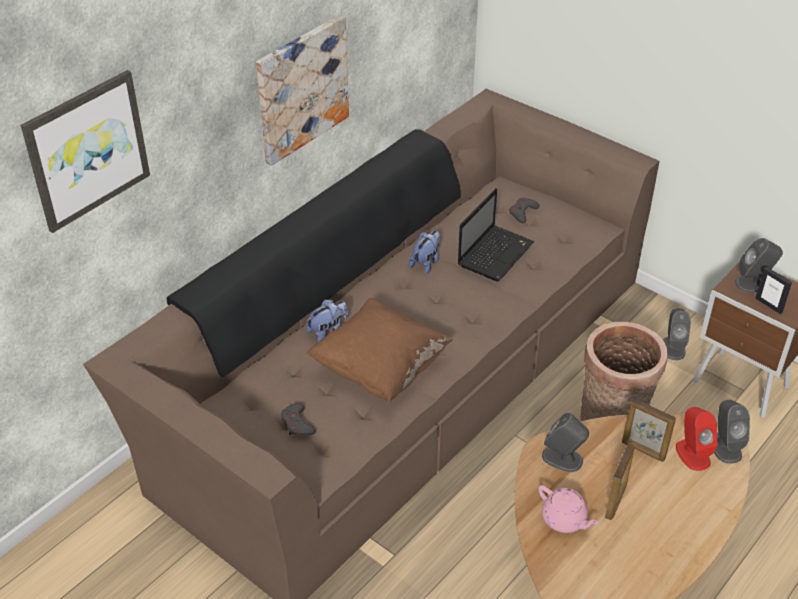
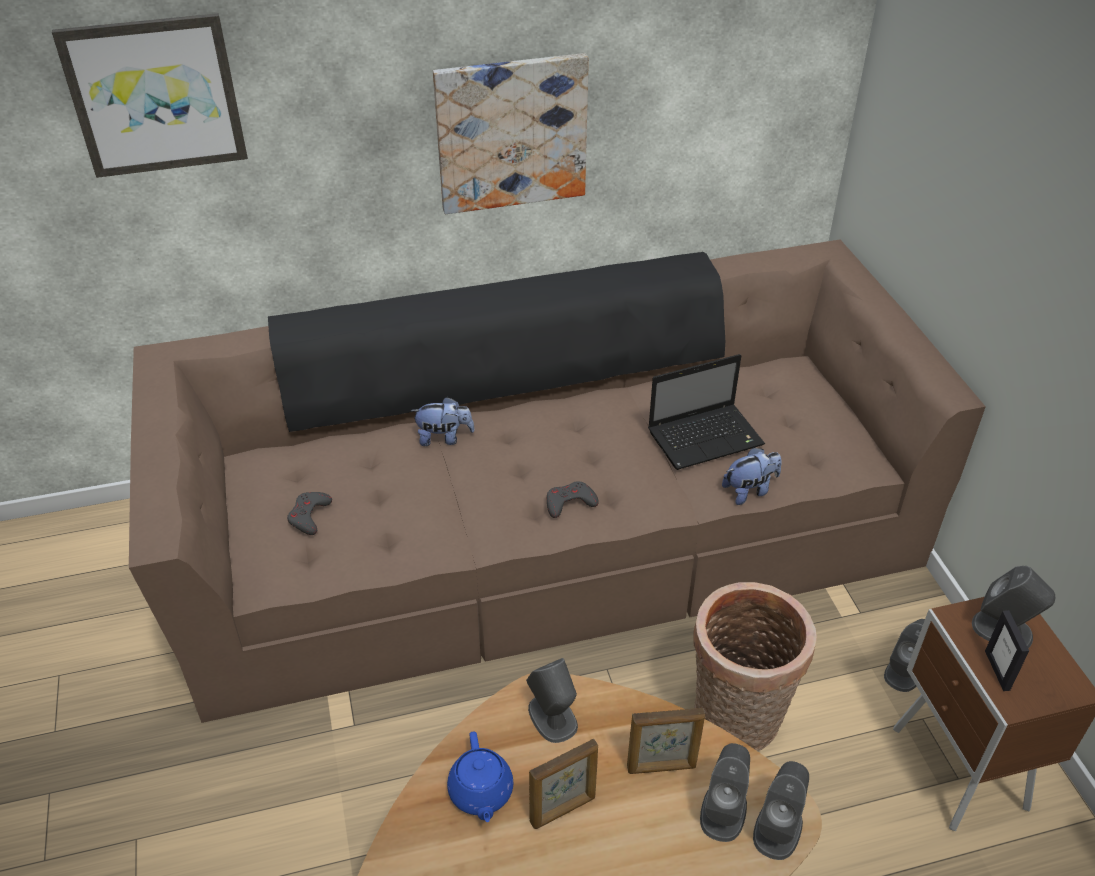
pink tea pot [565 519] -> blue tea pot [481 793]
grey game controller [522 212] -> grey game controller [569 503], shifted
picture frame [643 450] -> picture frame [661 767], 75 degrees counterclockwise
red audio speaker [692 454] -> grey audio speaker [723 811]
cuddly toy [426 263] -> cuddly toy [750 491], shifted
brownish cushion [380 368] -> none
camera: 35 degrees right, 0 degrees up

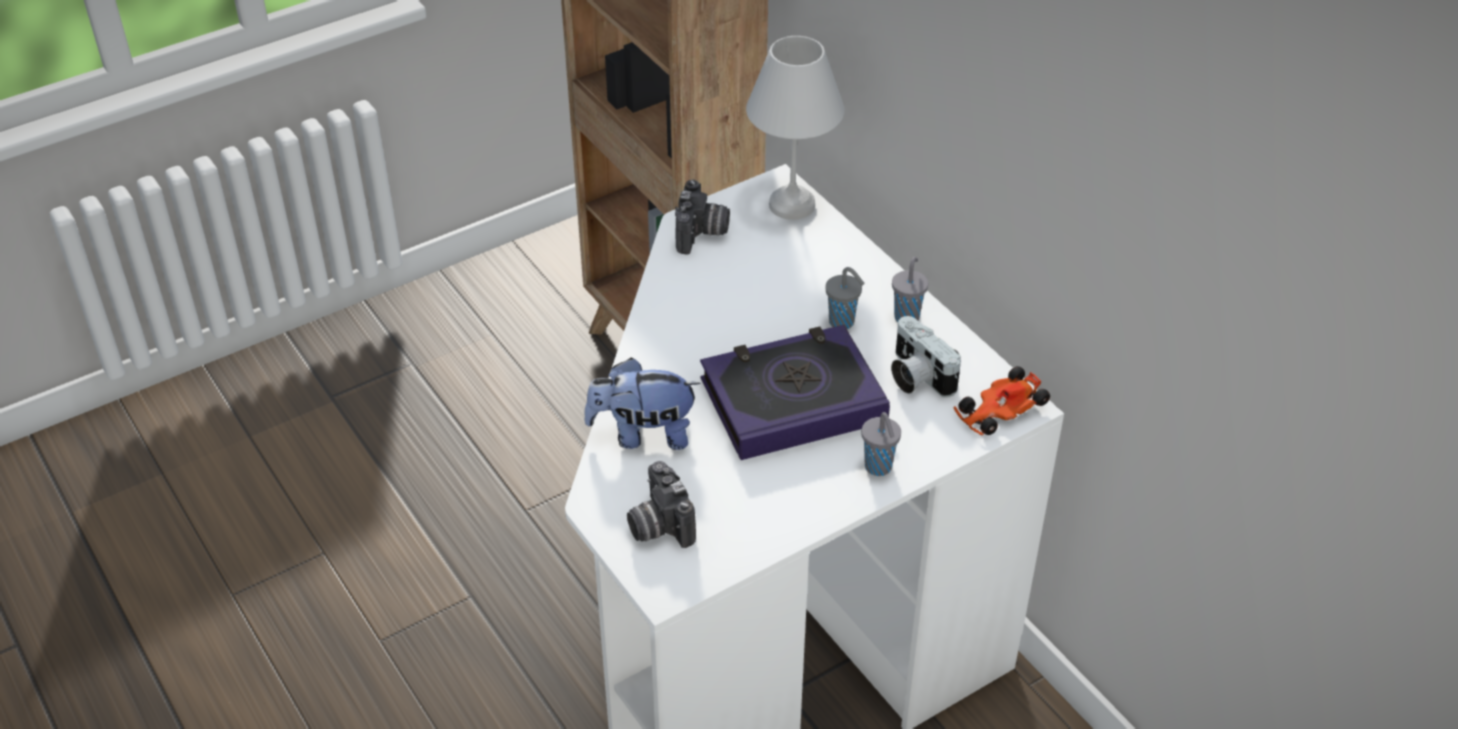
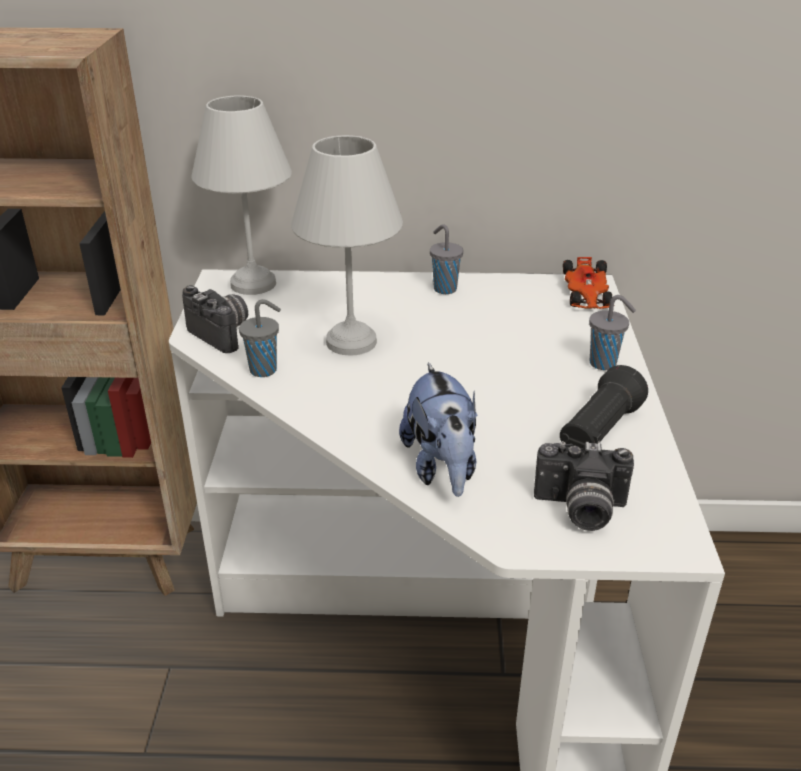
grey cup [843 323] -> grey cup [265 370], shifted
none -> white table lamp [351 340]
cuddly toy [643 434] -> cuddly toy [441 467], 45 degrees counterclockwise
none -> blackish hand torch [598 432]
volume [792 400] -> none
still camera [916 376] -> none
camera: 55 degrees left, 10 degrees down

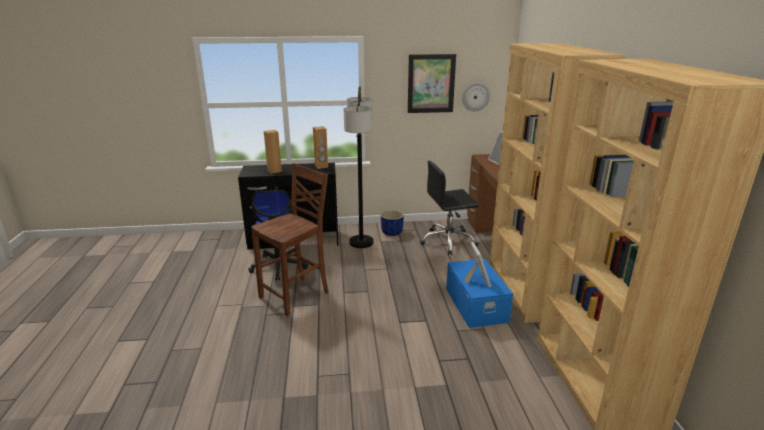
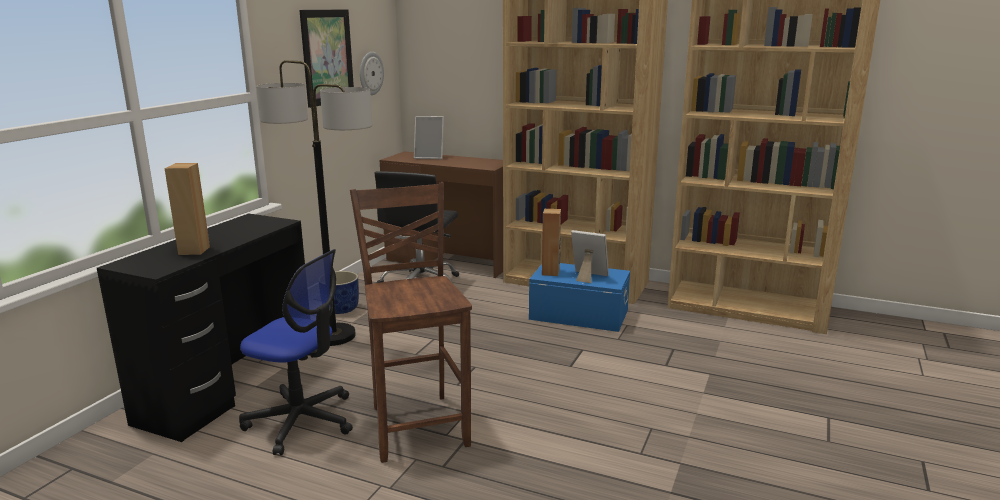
brownish audio speaker [321 166] -> brownish audio speaker [551 272], shifted
camera: 60 degrees left, 5 degrees down

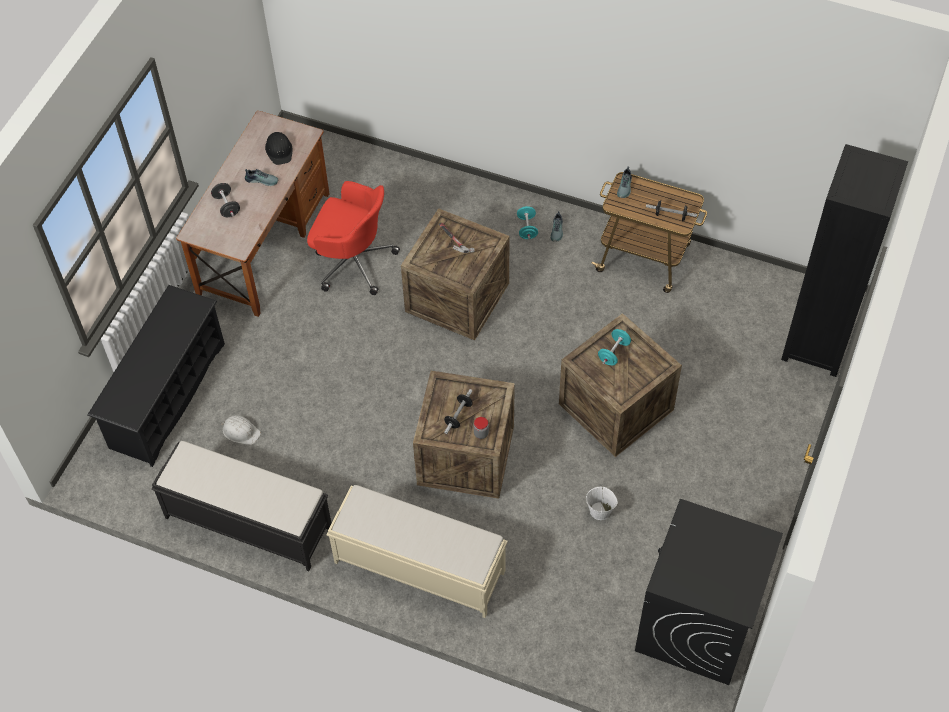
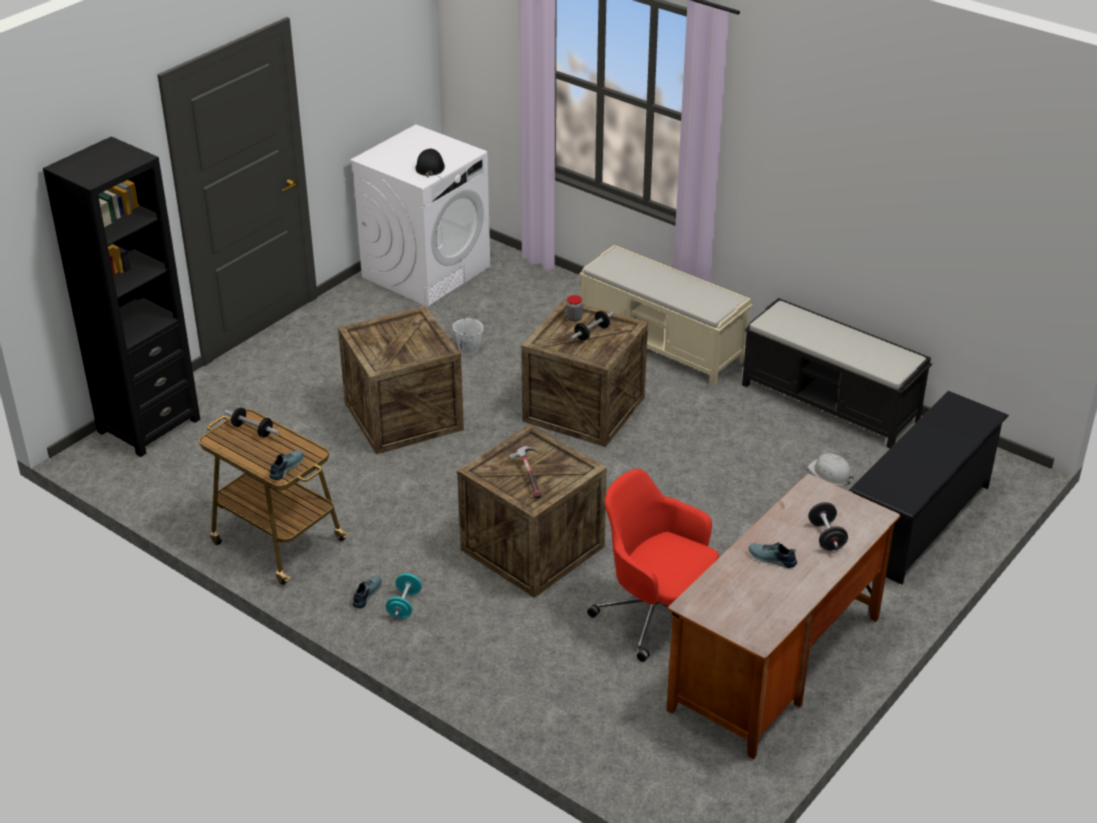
blackish laundry appliance [697 624] -> white laundry appliance [426 271]
blackish work helmet [279 150] -> blackish work helmet [430 167], shifted
blue-green free weight [613 353] -> none
camera: 165 degrees left, 20 degrees down

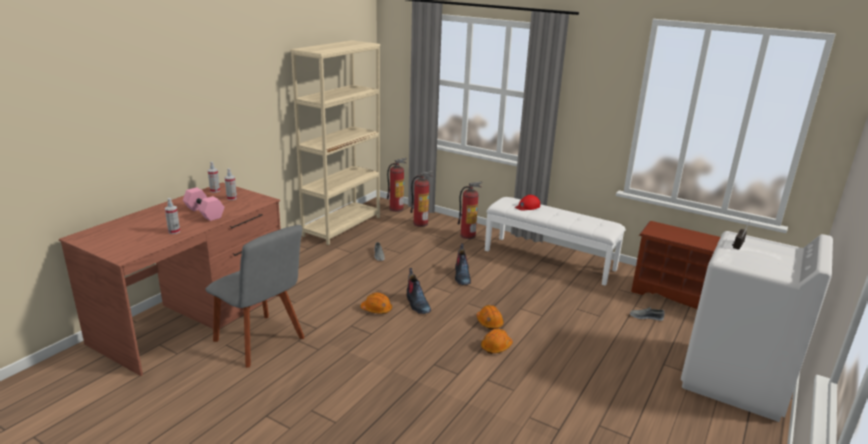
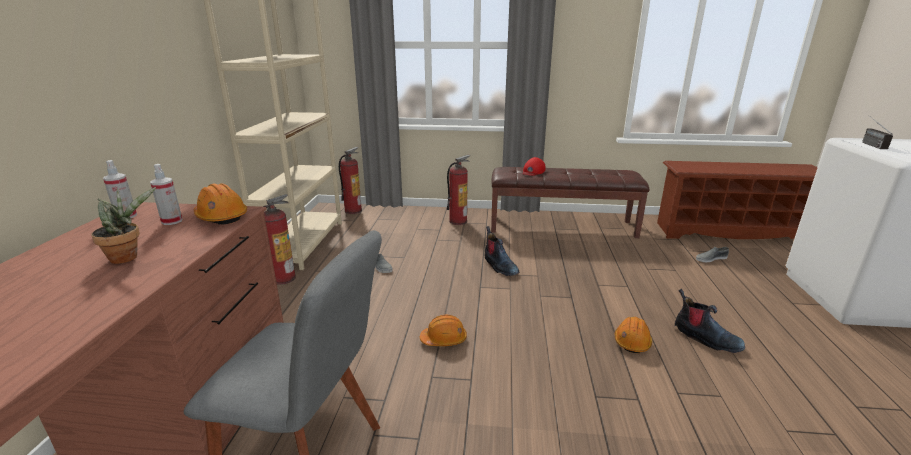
pink free weight [203 213] -> potted plant [128 257]
orange-coloured work helmet [489 322] -> orange-coloured work helmet [221 216], shifted
fire-fighting cylinder [420 223] -> fire-fighting cylinder [283 278], shifted
white bench [549 260] -> brownish bench [562 226]
boot [417 304] -> boot [705 338], shifted
hand sprayer [174 231] -> none
camera: 25 degrees left, 0 degrees up

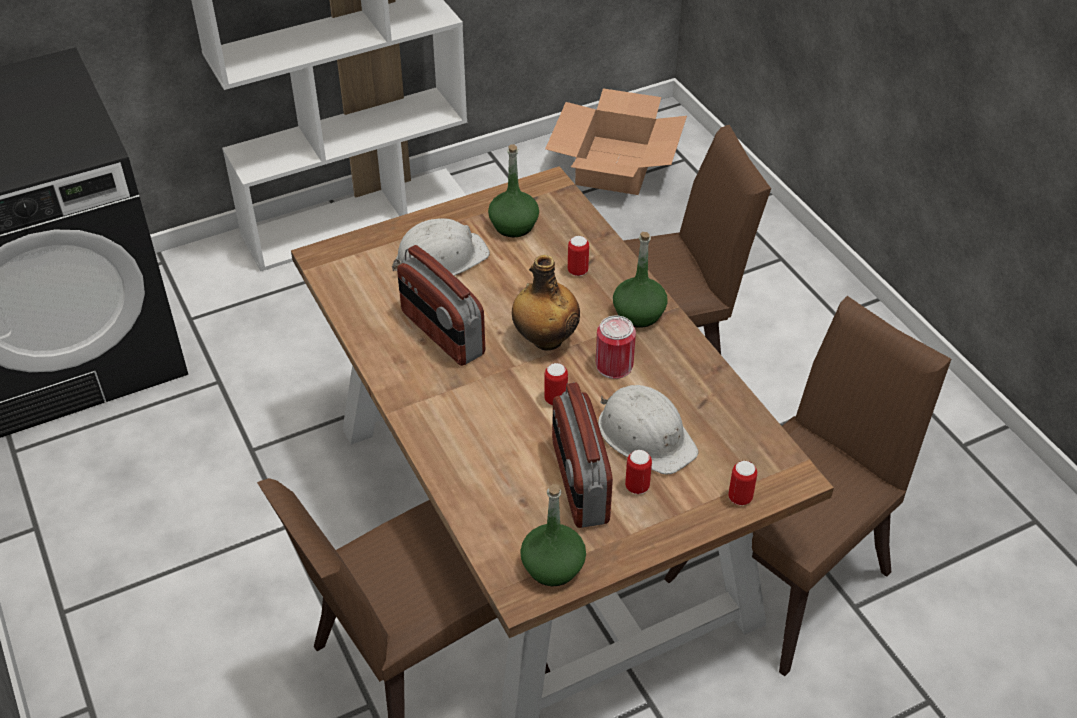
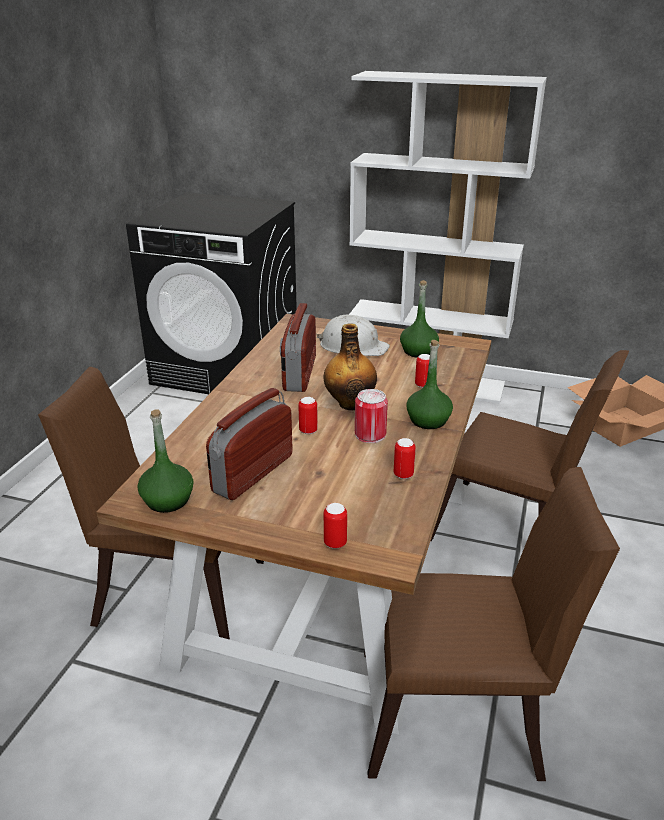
can [637 487] -> can [403 475], shifted
white work helmet [646 435] -> none
camera: 45 degrees right, 15 degrees down

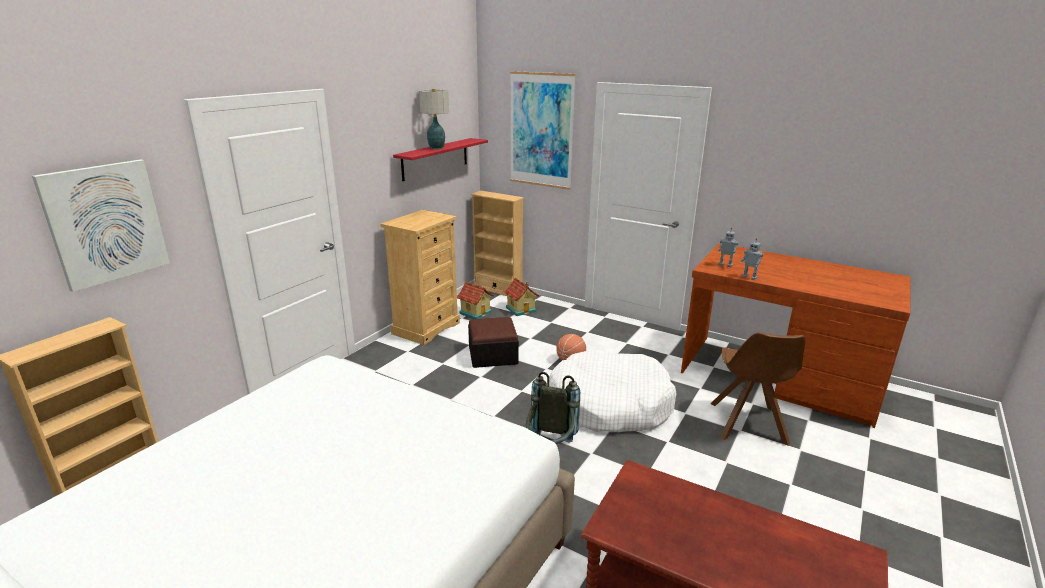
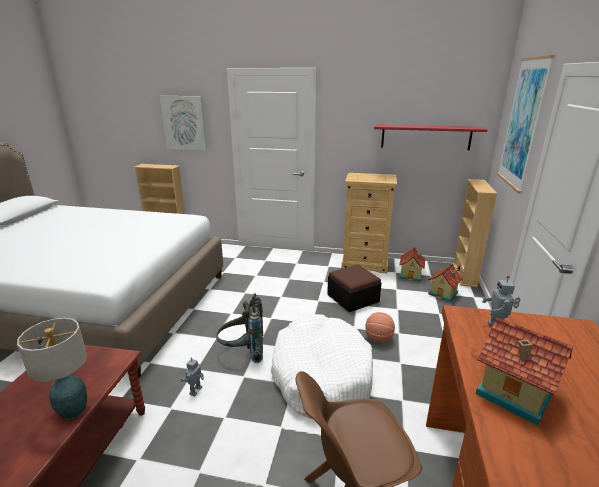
table lamp [436 148] -> table lamp [72 411], shifted
model robot [749 277] -> model robot [196 391], shifted
none -> toy house [514 394]
camera: 70 degrees right, 0 degrees up

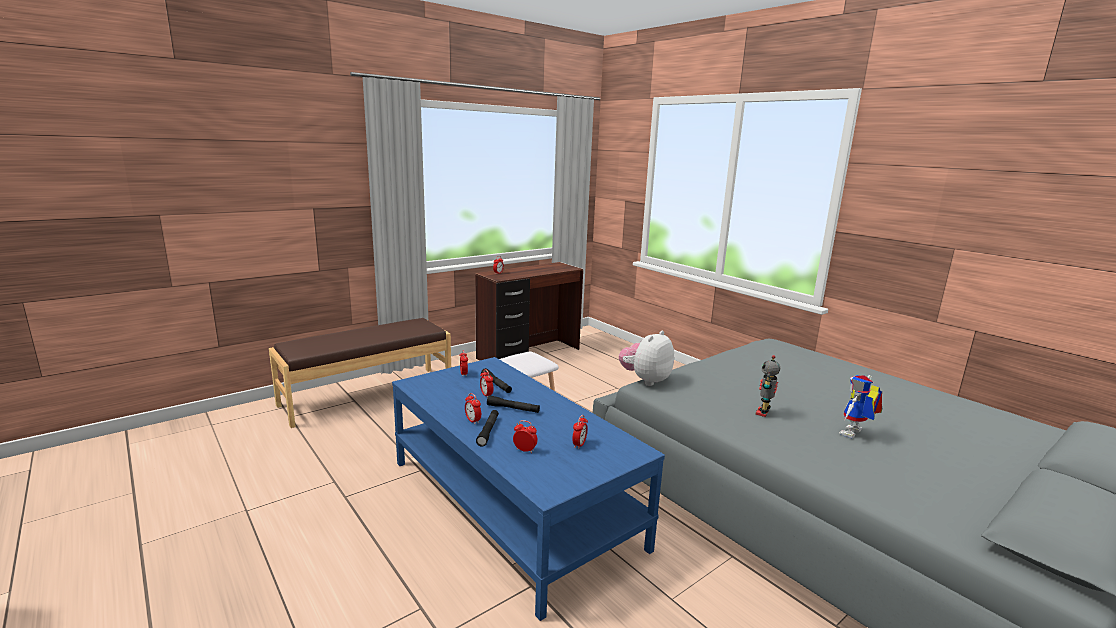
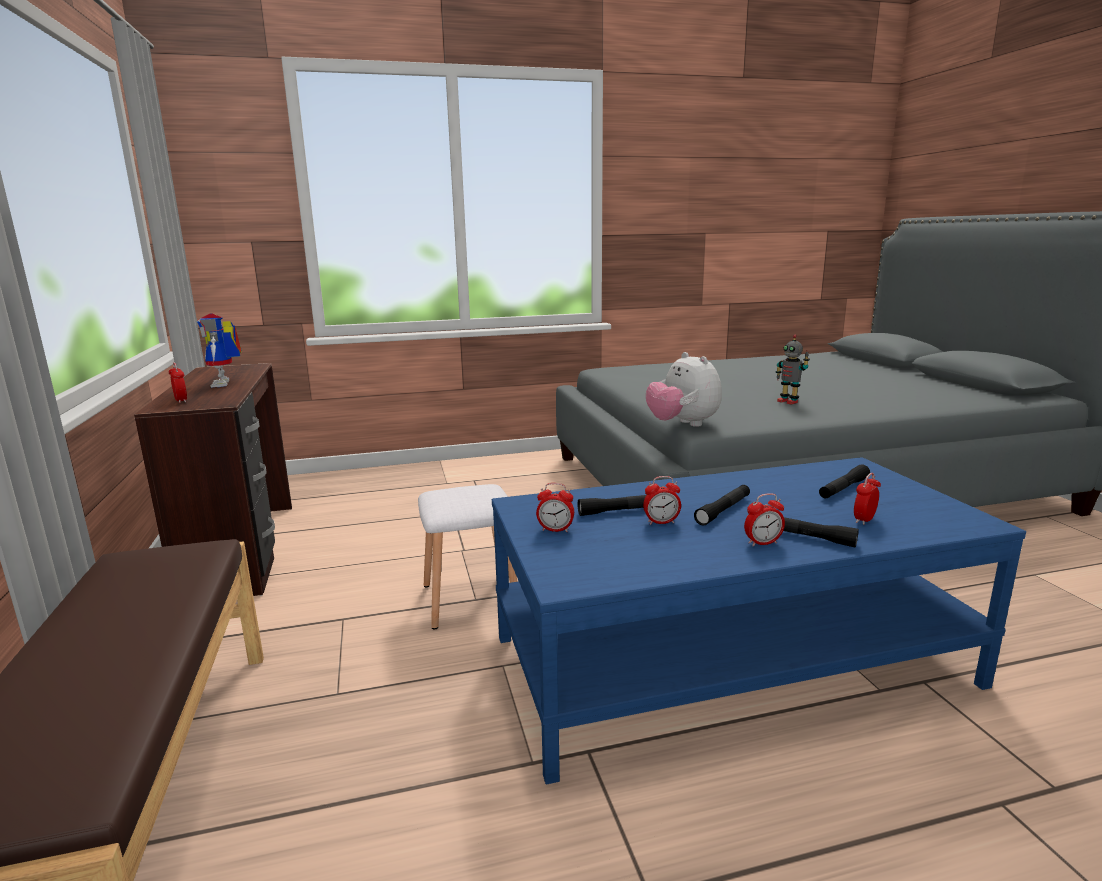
model robot [854 435] -> model robot [226 384], shifted
table clock [579 444] -> blackish hand torch [843 489]
camera: 65 degrees left, 0 degrees up

